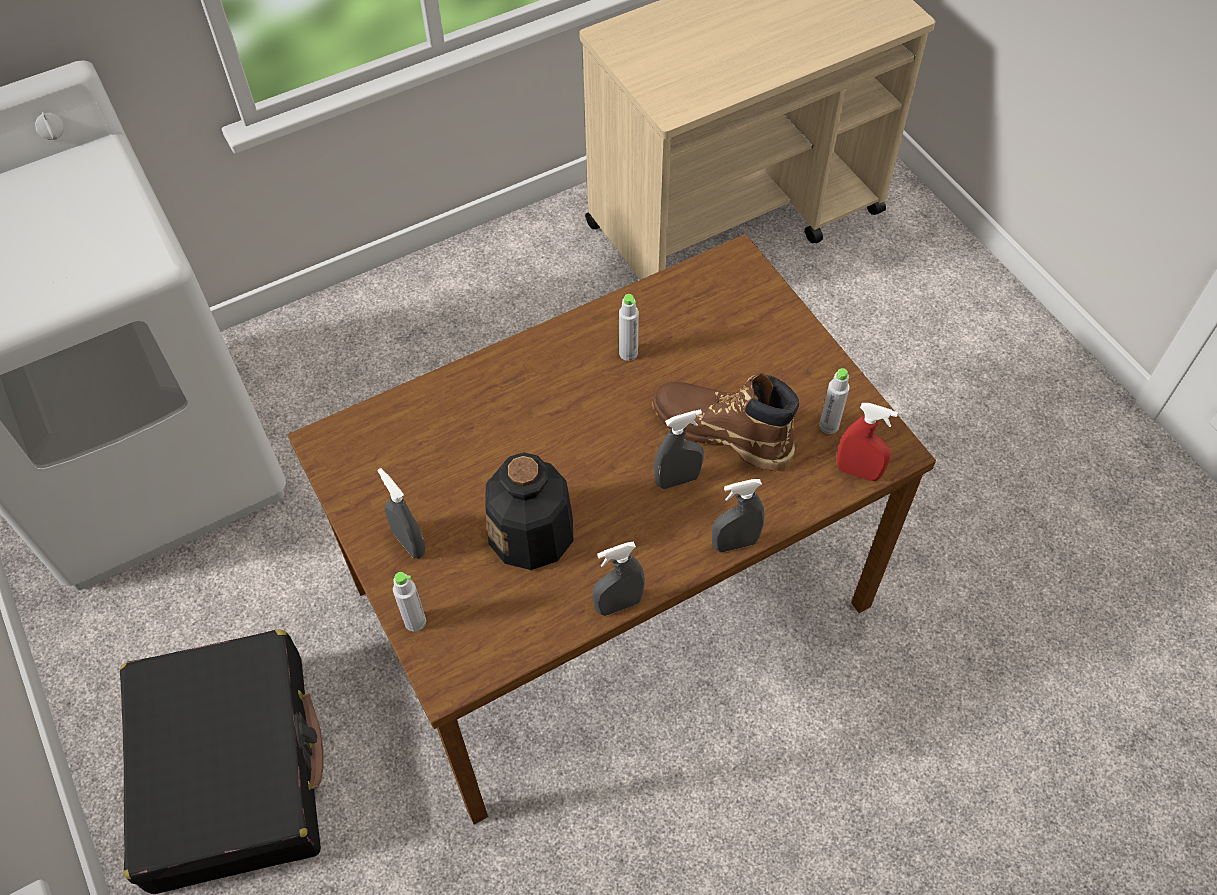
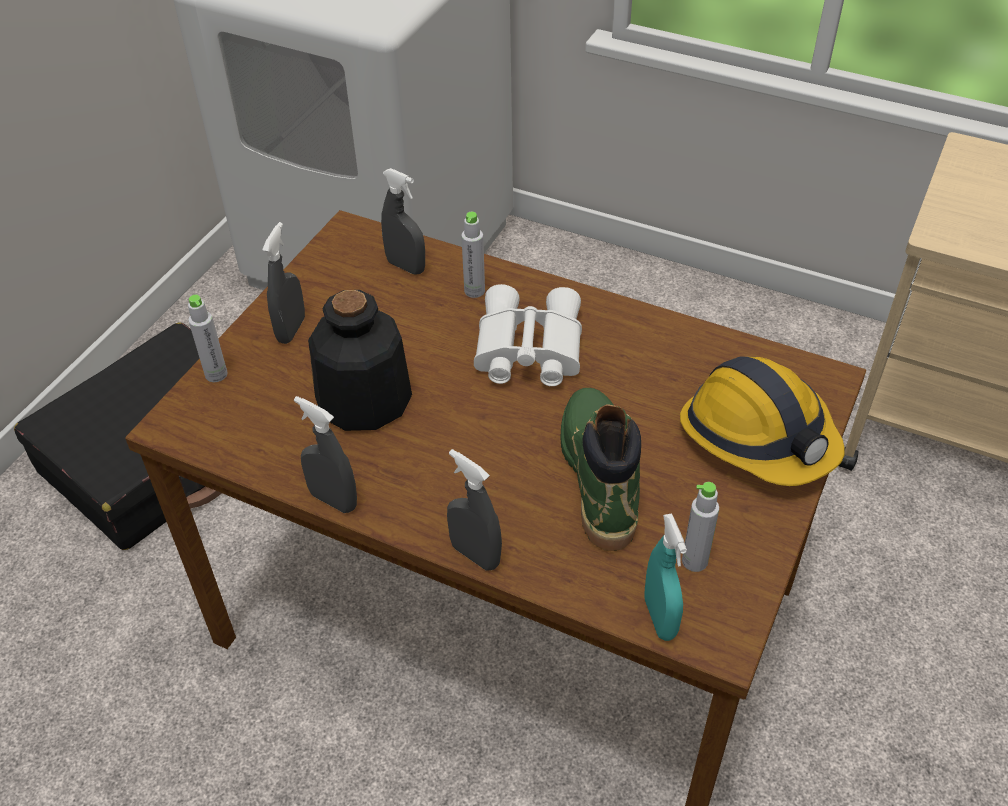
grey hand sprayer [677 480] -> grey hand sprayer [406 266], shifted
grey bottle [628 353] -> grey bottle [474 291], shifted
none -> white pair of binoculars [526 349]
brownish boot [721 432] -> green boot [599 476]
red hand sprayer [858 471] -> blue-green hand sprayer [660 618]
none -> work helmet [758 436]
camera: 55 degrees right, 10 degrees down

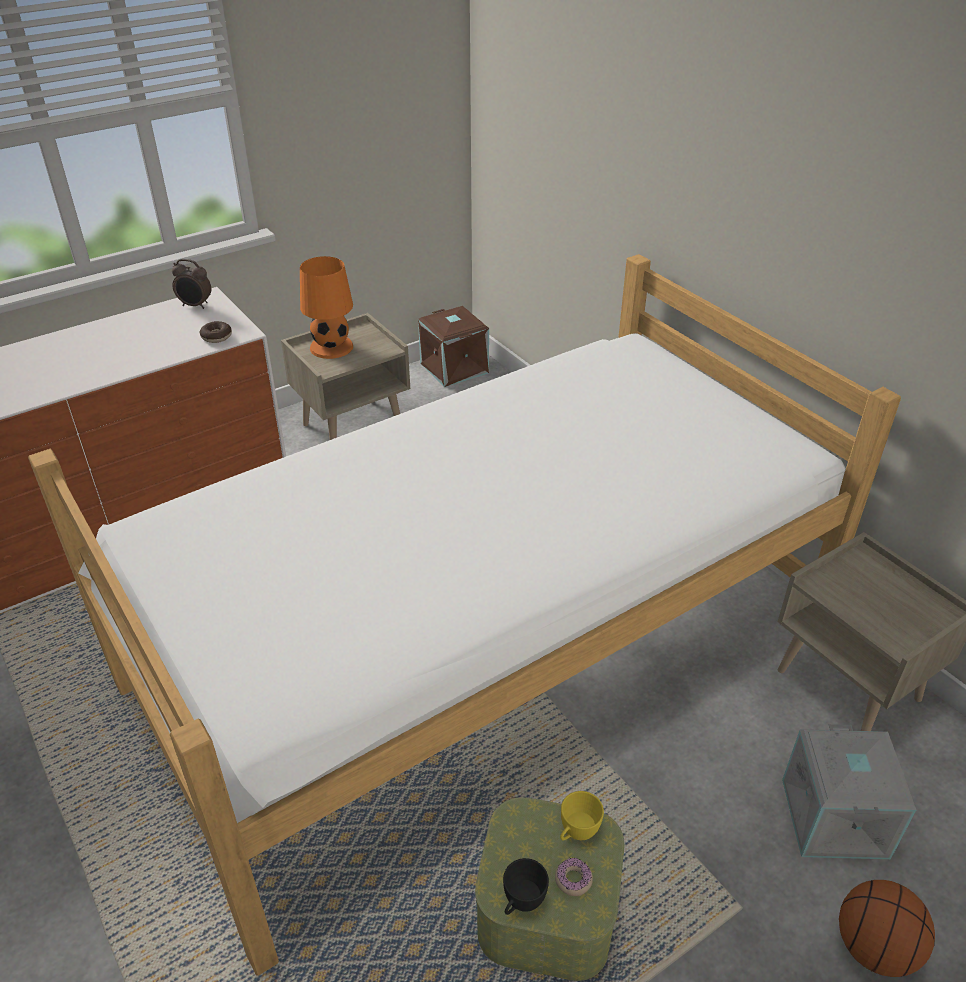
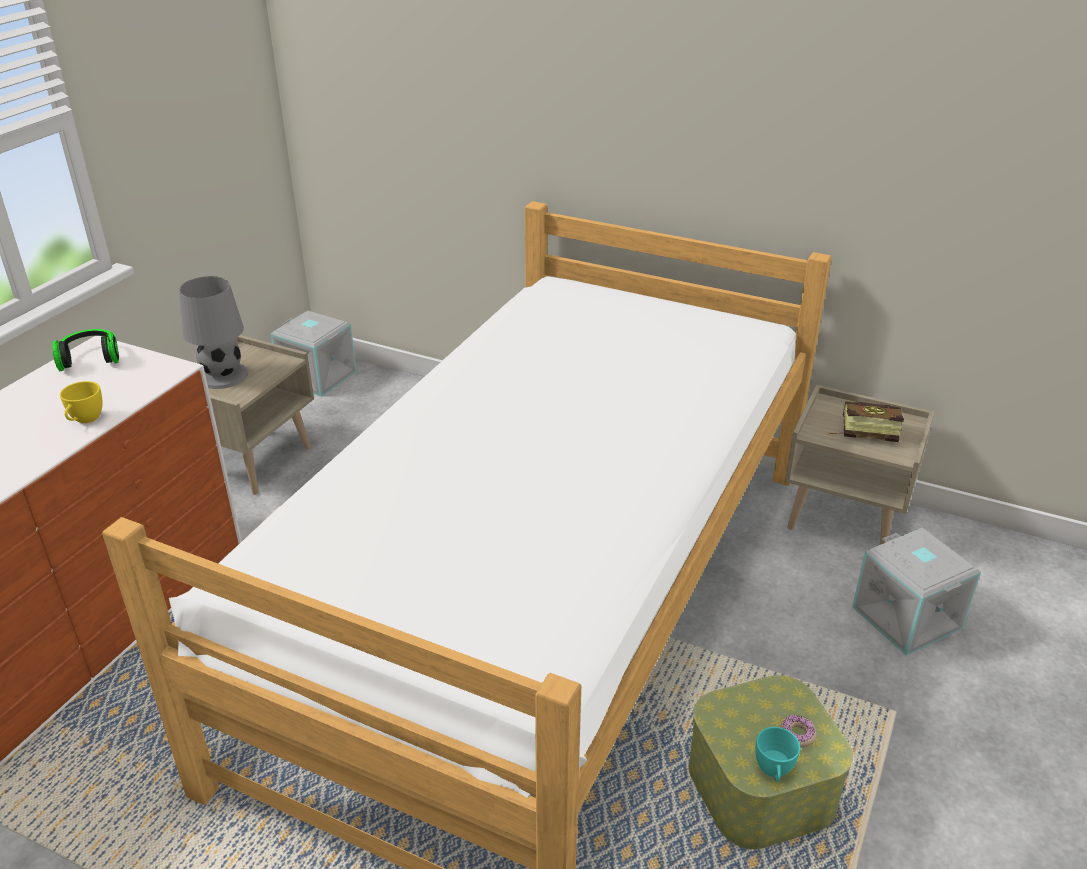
table clock [195 305] -> headset [90 358]
yellow-coloured cup [576 832] -> yellow-coloured cup [85 420], shifted
orange-coloured table lamp [331 347] -> grey table lamp [223 376]
brownish storage bin [455 368] -> grey storage bin [319 376]
blackish cup [521 903] -> blue-green cup [773 772]
none -> volume [862 432]
donut [216 337] -> none
basketball [874 948] -> none
camera: 30 degrees left, 5 degrees down

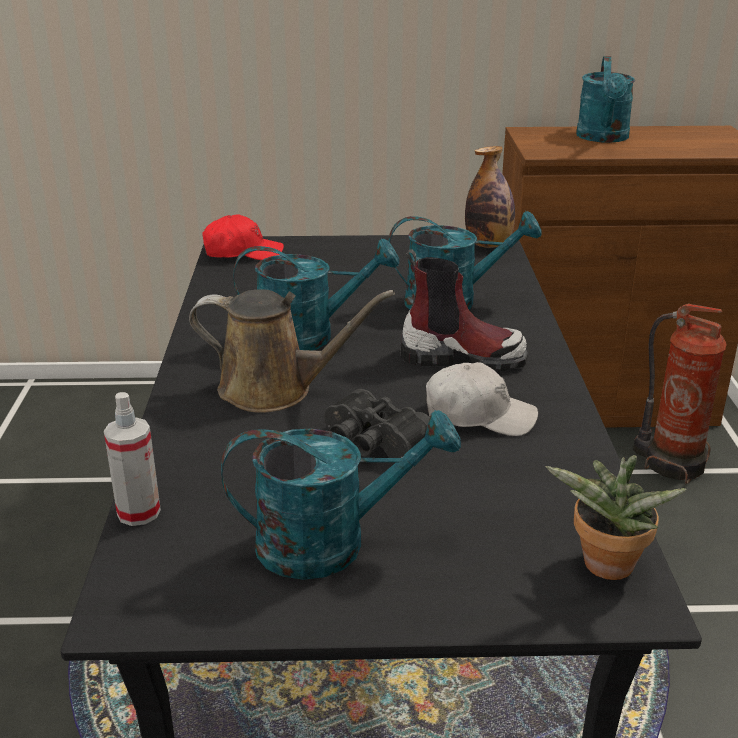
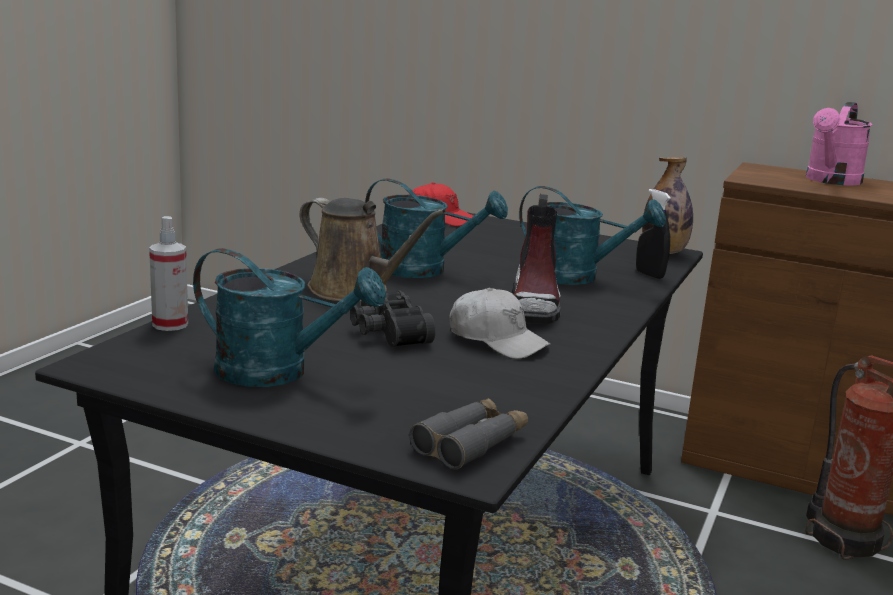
potted plant [605 569] -> grey pair of binoculars [471 443]
boot [462 357] -> boot [534 307], 60 degrees clockwise
none -> blackish hand sprayer [649 274]
blue-green watering pot [603 138] -> pink watering pot [831 181]
camera: 25 degrees right, 10 degrees down

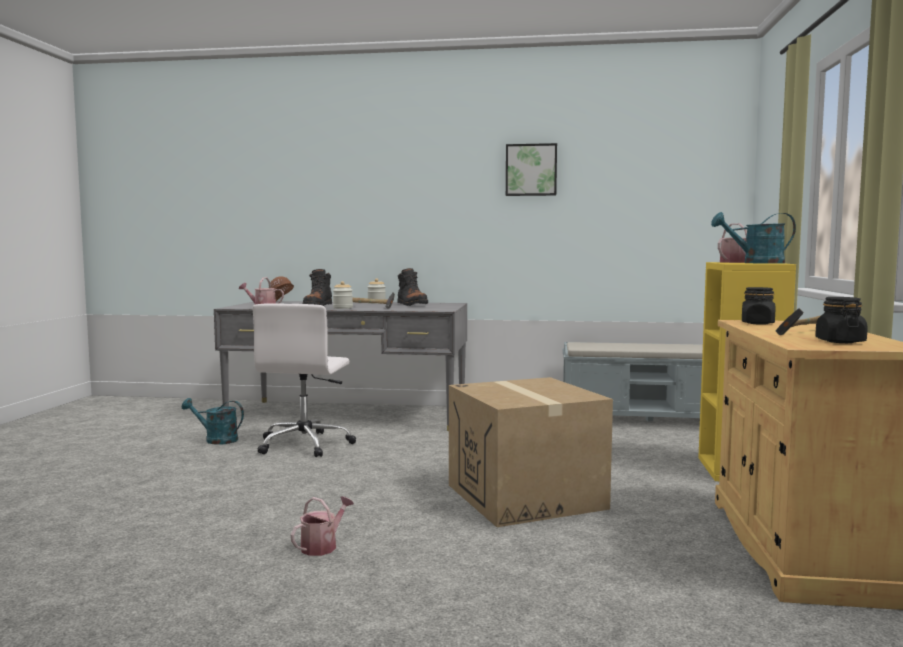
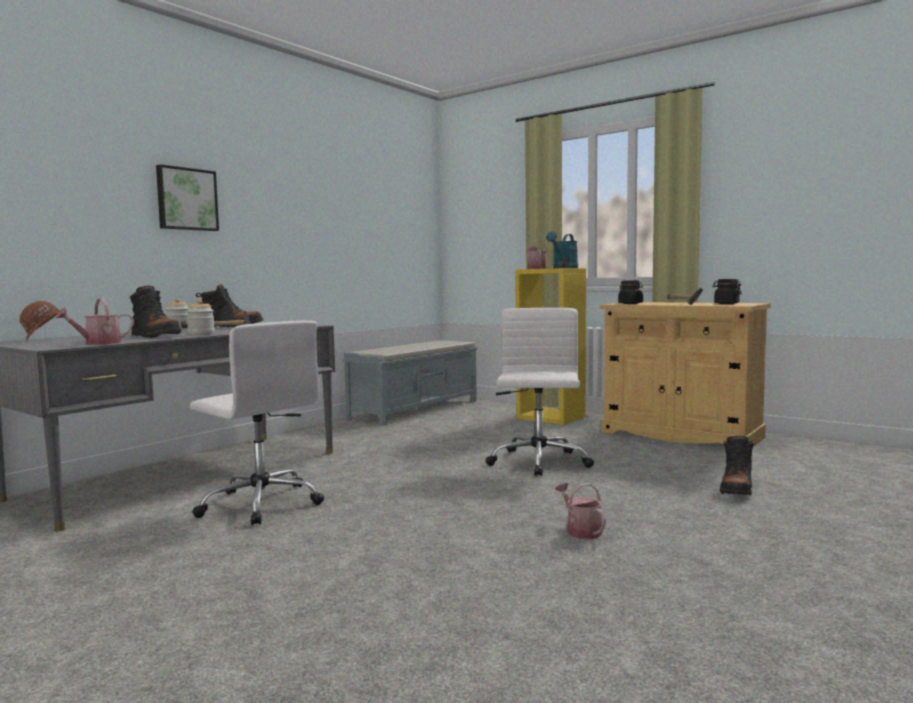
wall picture [531 170] -> wall picture [186 199], shifted
carton [526 497] -> white desk chair [538 462]
none -> blackish boot [737 489]
blue-green watering pot [216 440] -> none
camera: 60 degrees left, 0 degrees up

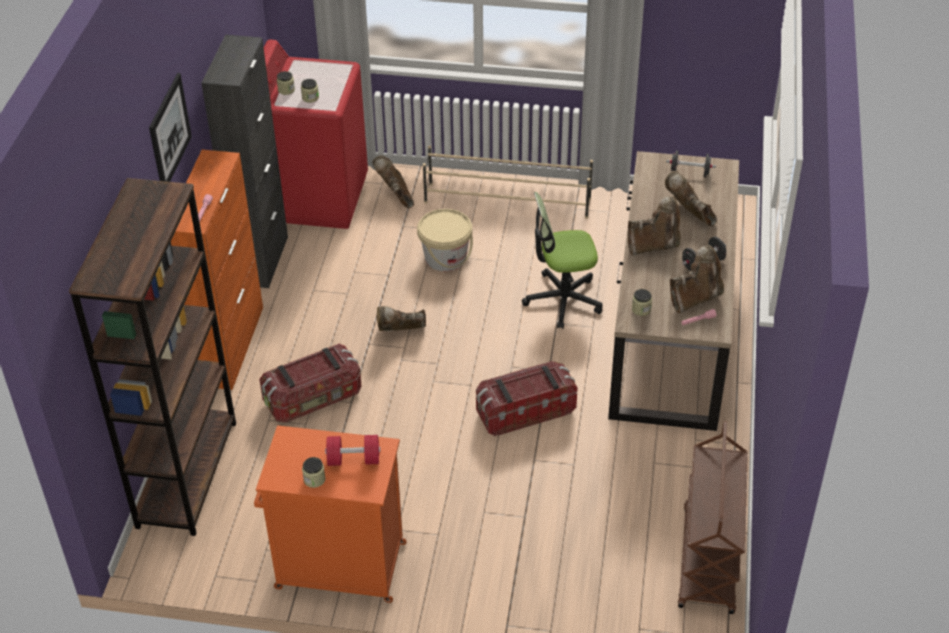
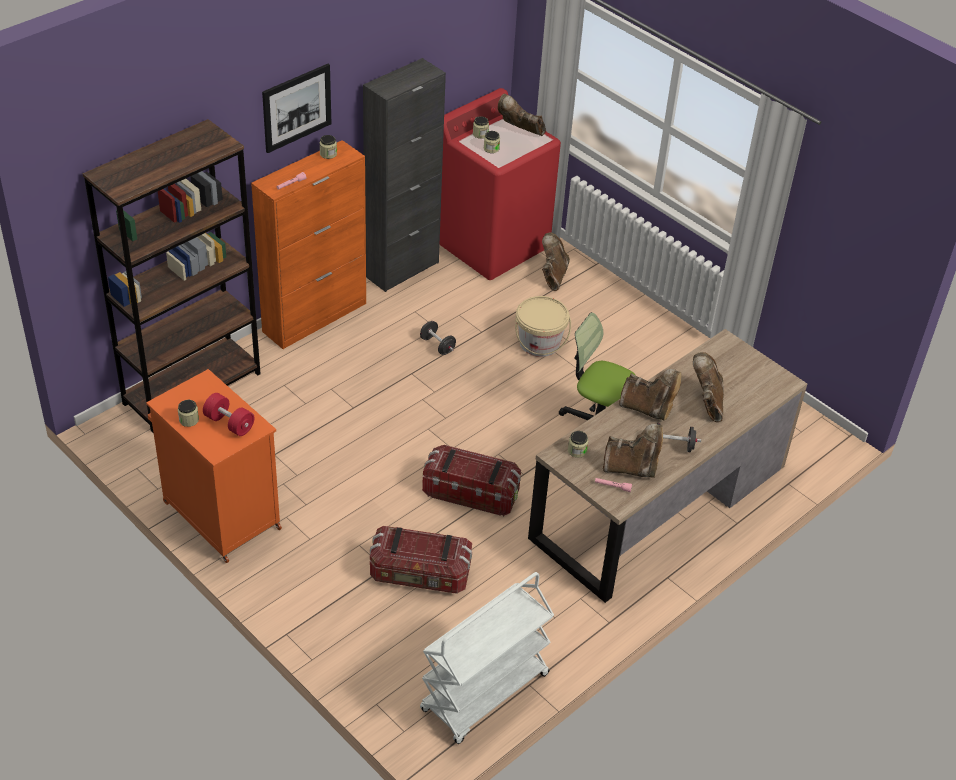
none -> jar [328 154]
storage bin [314 399] -> storage bin [420 575], shifted
blackish free weight [689 173] -> blackish free weight [437 345], shifted
brownish cart [708 561] -> white cart [485 694]
brownish boot [400 333] -> brownish boot [520 131], shifted
sand-coloured shoe shelf [508 201] -> none
camera: 35 degrees right, 0 degrees up

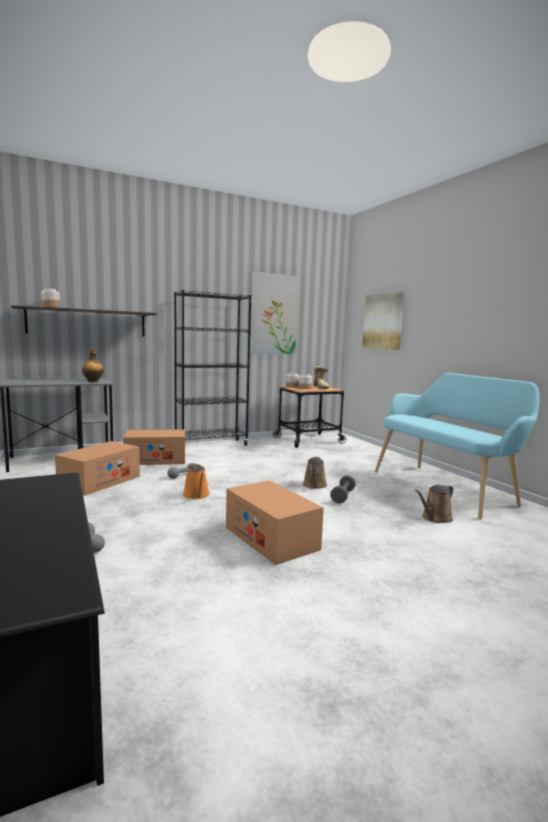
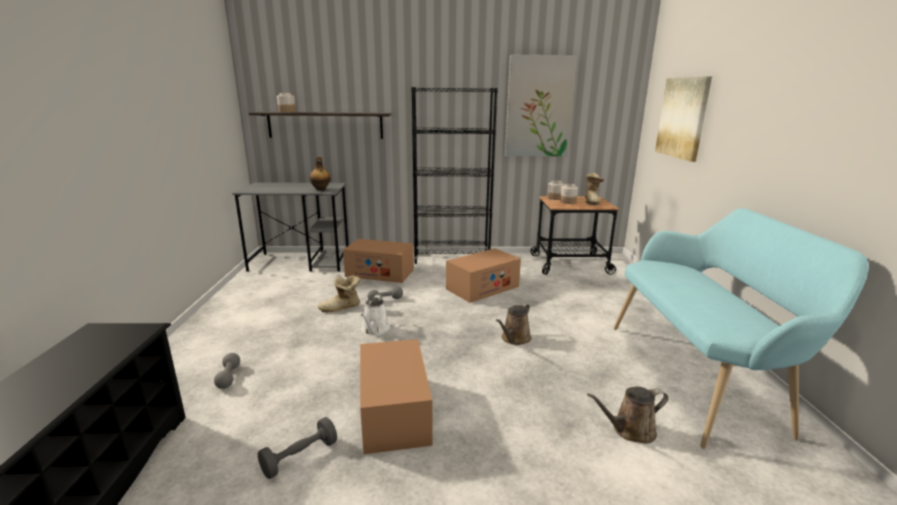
grey free weight [343 496] -> grey free weight [300 457], shifted
none -> boot [341 308]
orange-coloured watering pot [197 495] -> white watering pot [375 330]
carton [99 481] -> carton [482 287], shifted
camera: 25 degrees right, 10 degrees up

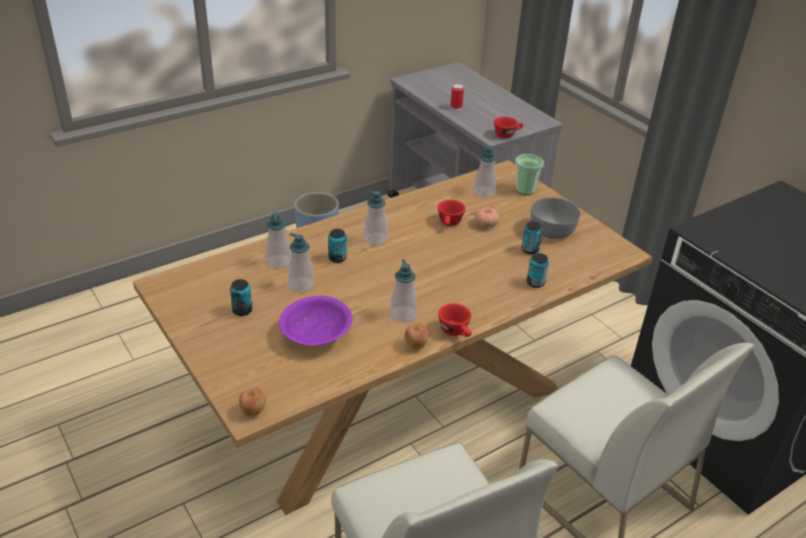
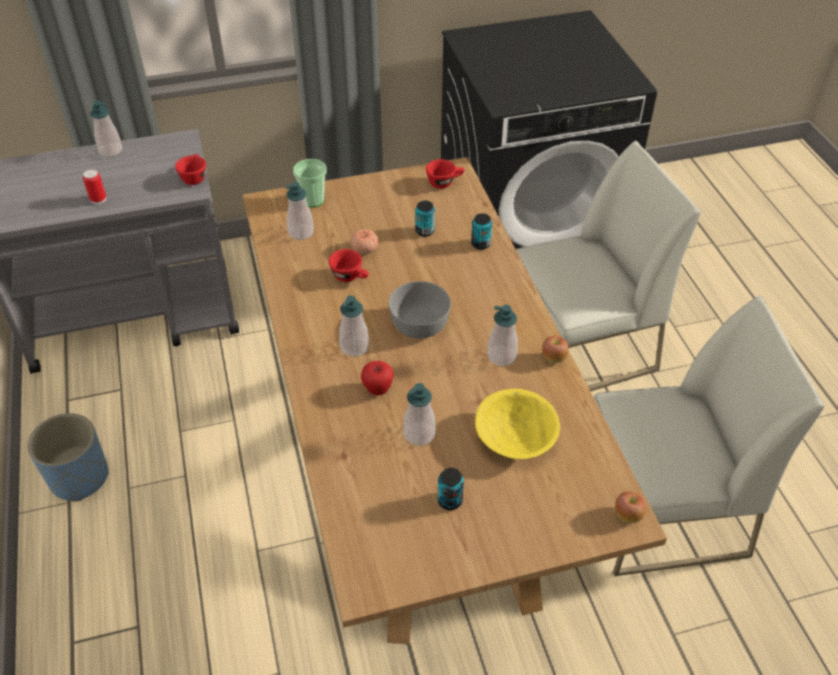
soap bottle [278 262] -> soap bottle [110 150], shifted
can [337 258] -> apple [378 389]
grey bowl [551 230] -> grey bowl [419 324], shifted
red cup [456 332] -> red cup [444 182], shifted
purple-coloured bowl [316 335] -> yellow-coloured bowl [515 437]
camera: 70 degrees left, 10 degrees up

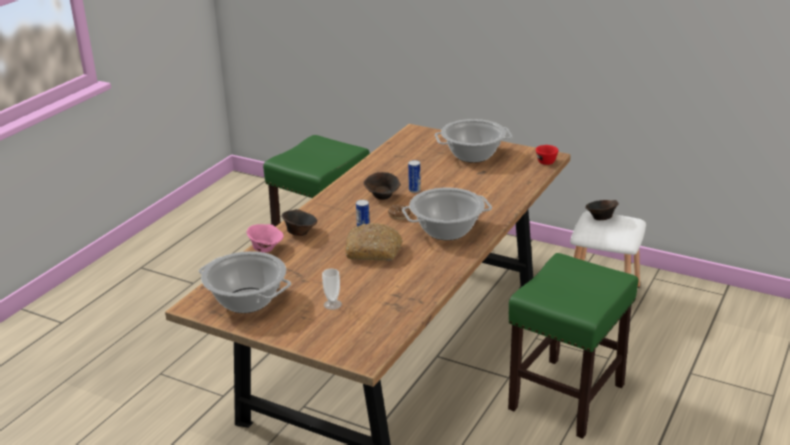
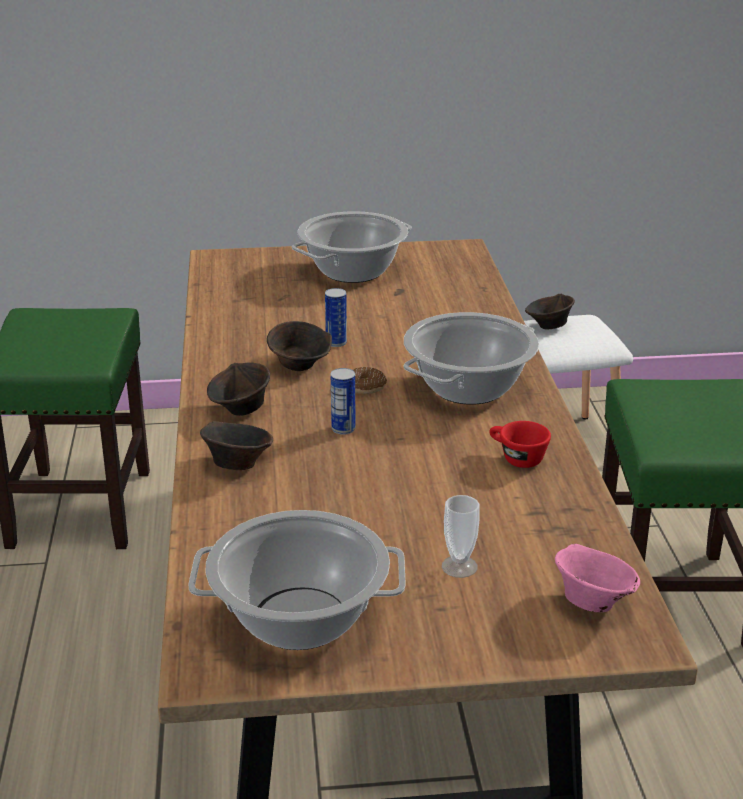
none -> brownish bowl [241 410]
red cup [544 161] -> red cup [516 458], shifted
pink bowl [266 249] -> pink bowl [592 601], shifted
bakery bread [374 251] -> none
camera: 35 degrees left, 0 degrees up

